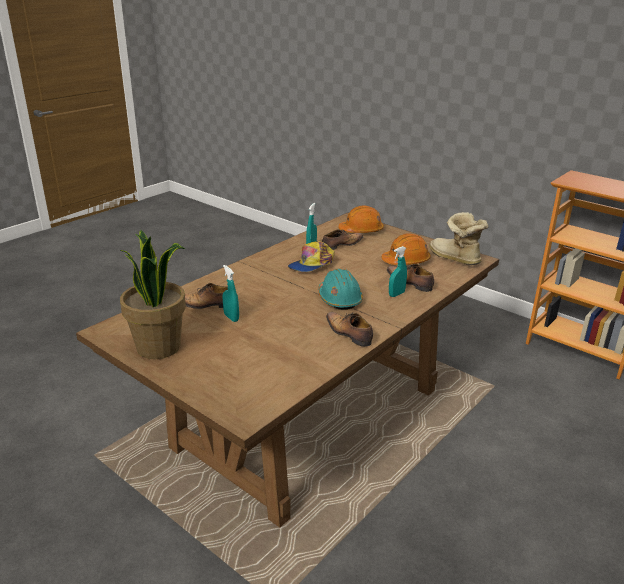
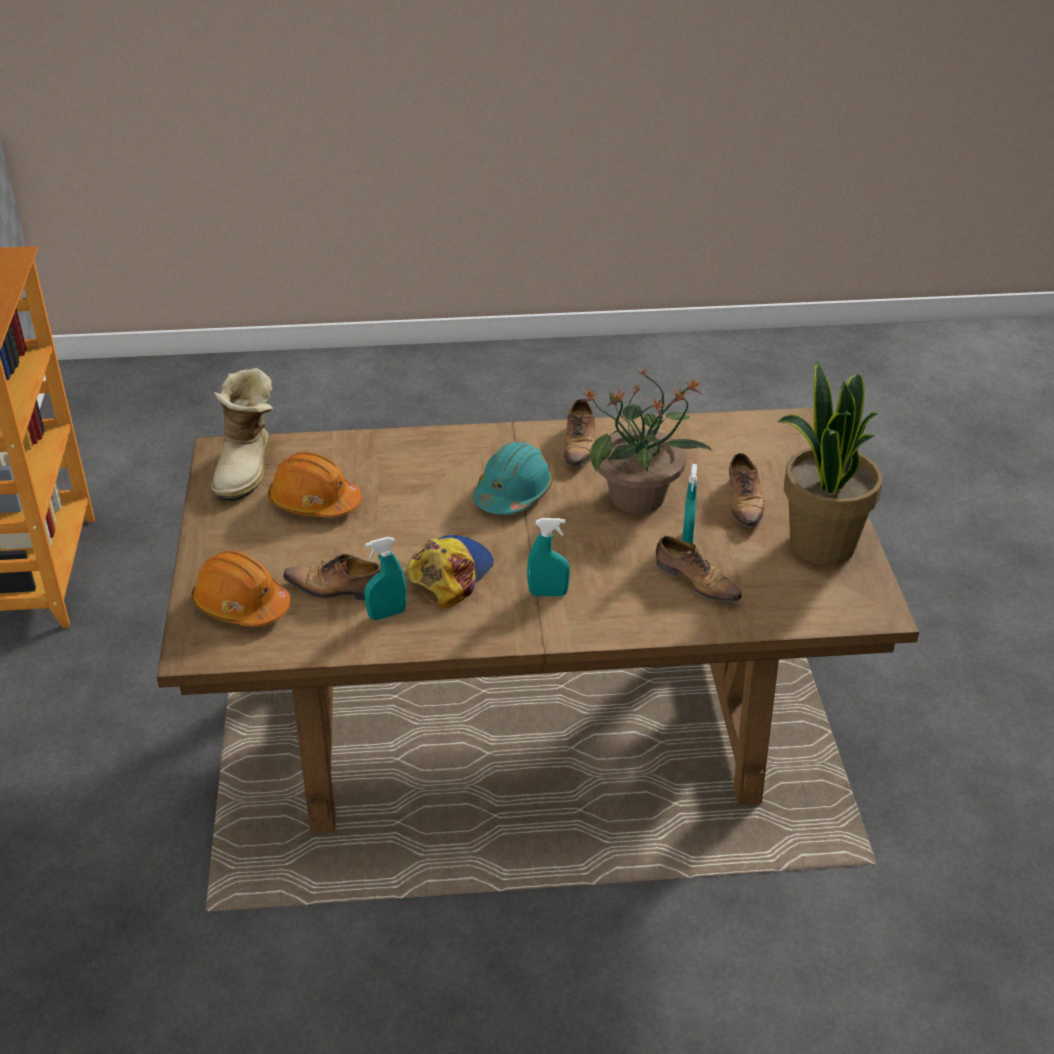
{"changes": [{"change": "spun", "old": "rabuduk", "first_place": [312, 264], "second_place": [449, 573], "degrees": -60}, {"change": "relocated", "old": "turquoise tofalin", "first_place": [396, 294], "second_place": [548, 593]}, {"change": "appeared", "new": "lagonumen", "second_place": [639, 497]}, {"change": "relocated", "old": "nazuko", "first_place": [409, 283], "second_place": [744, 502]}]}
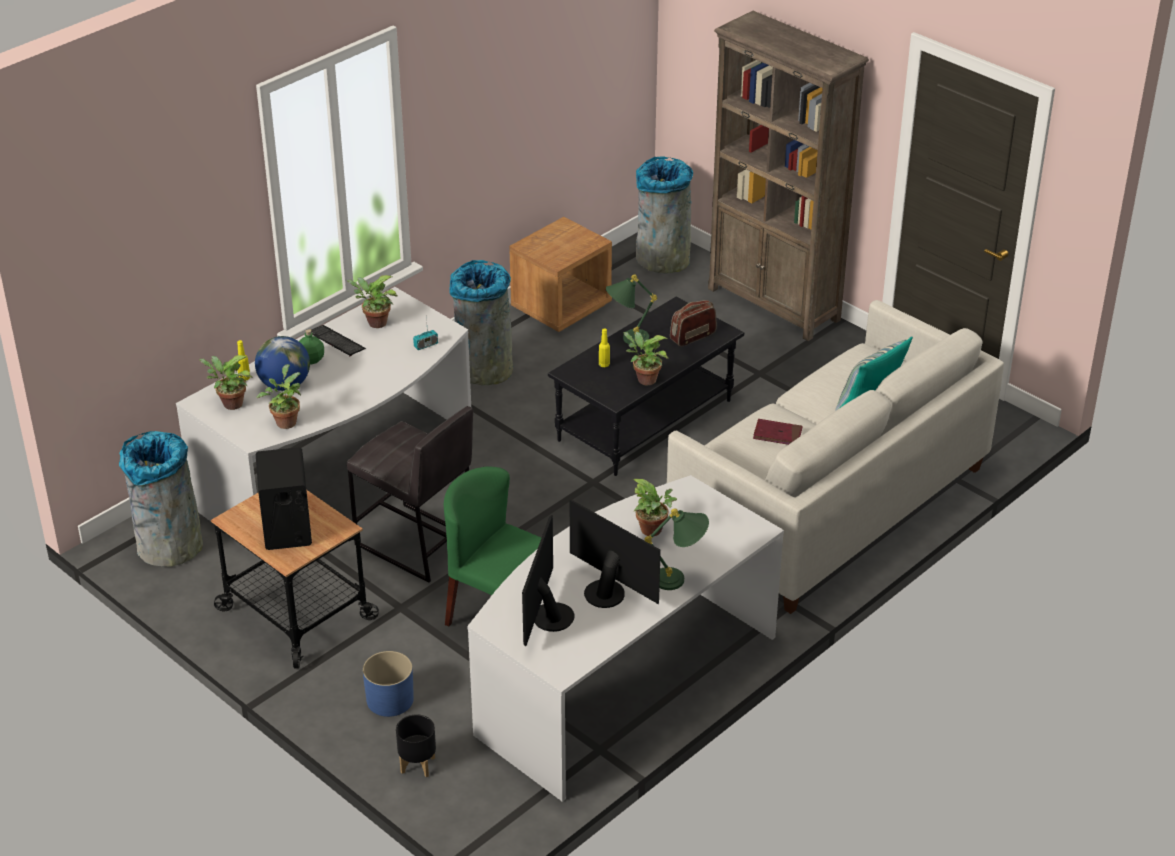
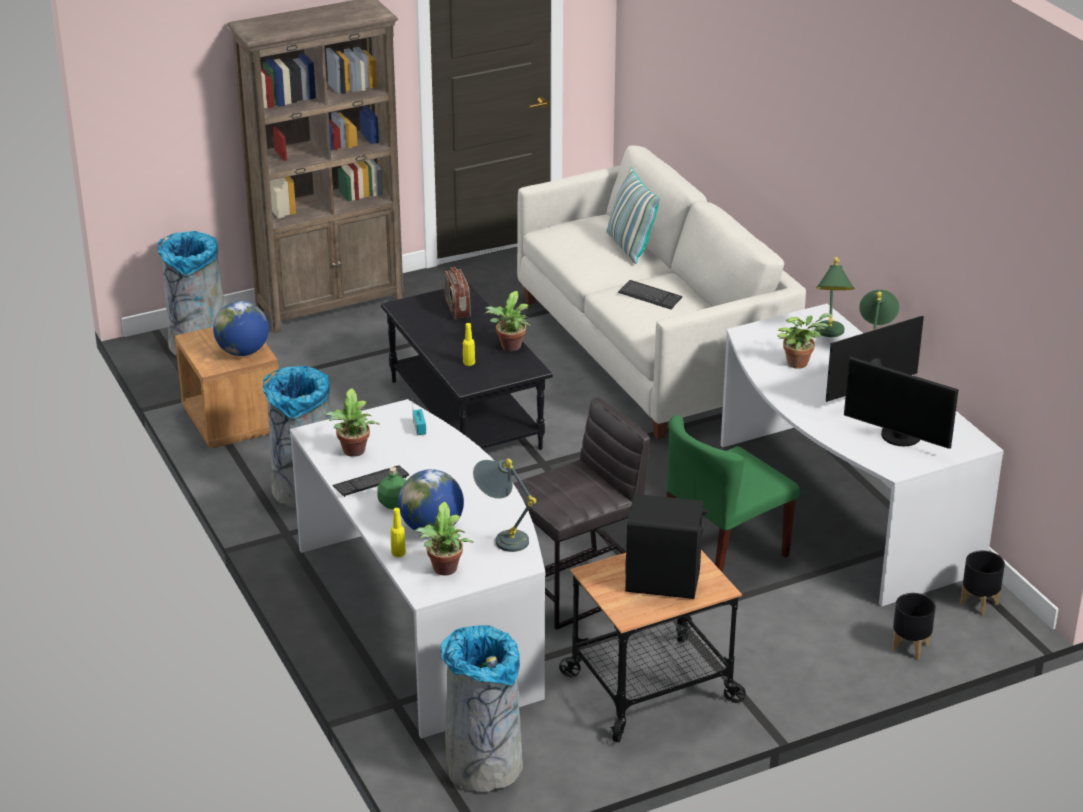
{"changes": [{"change": "appeared", "new": "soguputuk", "second_place": [243, 352]}, {"change": "exchanged", "old": "lagonumen", "new": "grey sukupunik", "first_place": [285, 421], "second_place": [501, 537]}, {"change": "exchanged", "old": "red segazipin", "new": "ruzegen", "first_place": [777, 434], "second_place": [650, 296]}, {"change": "relocated", "old": "green sukupunik", "first_place": [626, 339], "second_place": [830, 335]}, {"change": "appeared", "new": "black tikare", "second_place": [979, 603]}, {"change": "missing", "old": "blue tikare", "first_place": [389, 699]}]}
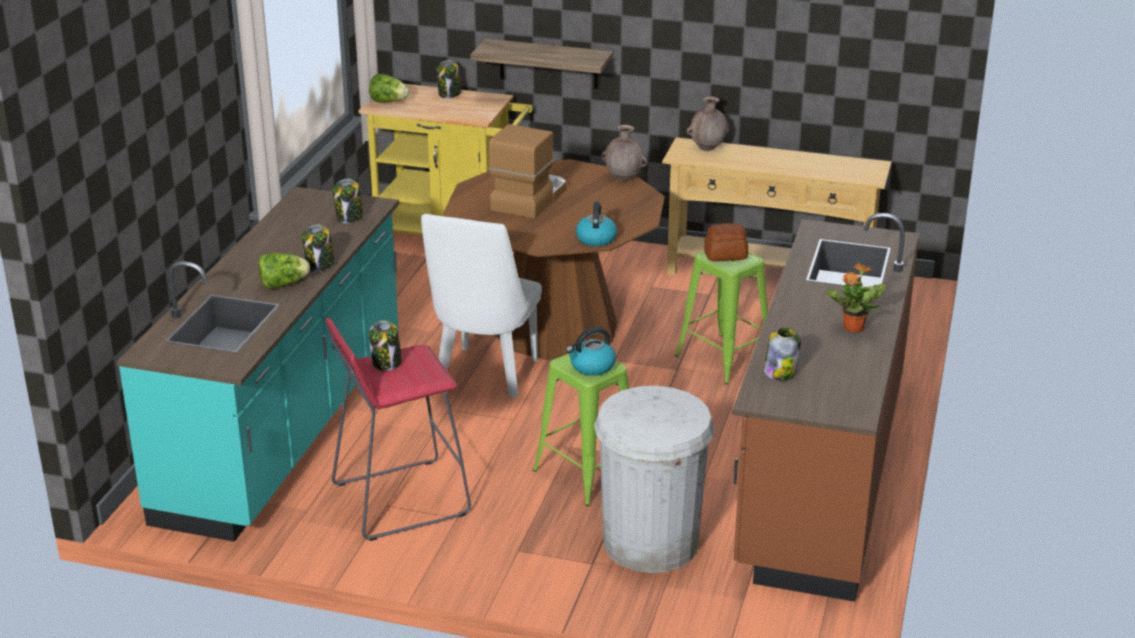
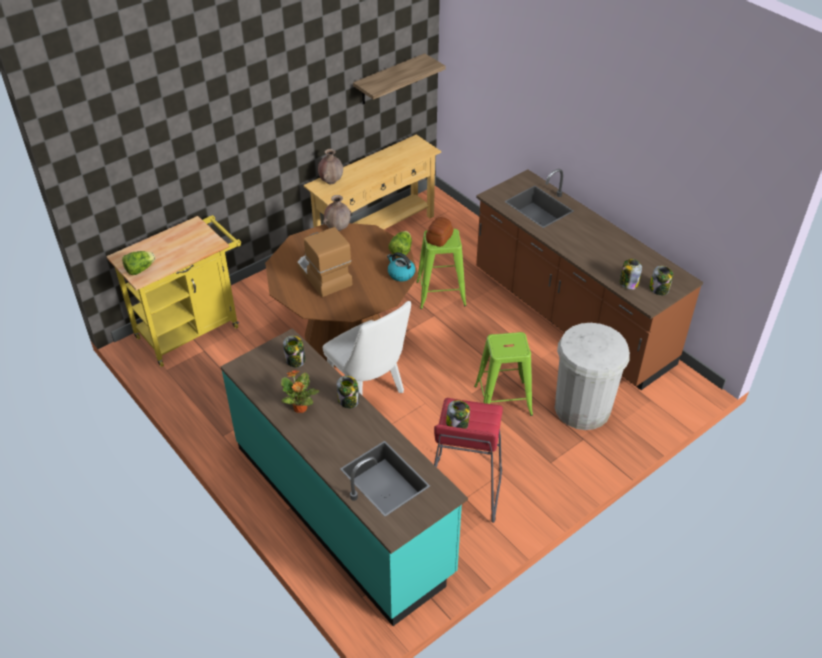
{"changes": [{"change": "relocated", "old": "lagonumen", "first_place": [852, 328], "second_place": [300, 408]}, {"change": "relocated", "old": "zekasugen", "first_place": [548, 64], "second_place": [389, 80]}, {"change": "relocated", "old": "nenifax", "first_place": [283, 284], "second_place": [401, 250]}, {"change": "relocated", "old": "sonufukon", "first_place": [449, 94], "second_place": [659, 289]}, {"change": "missing", "old": "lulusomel", "first_place": [592, 366]}]}
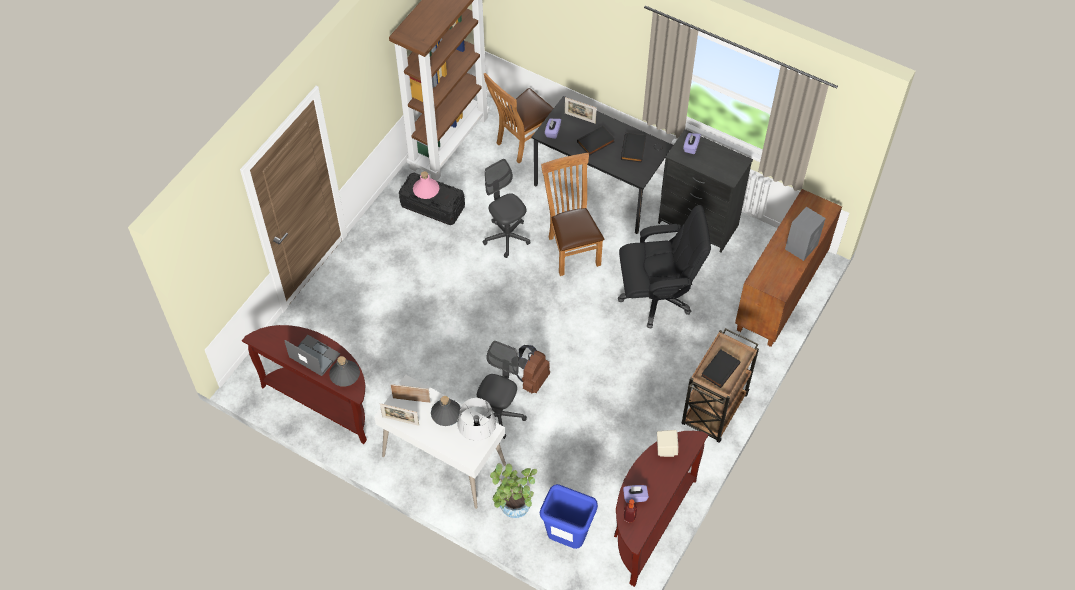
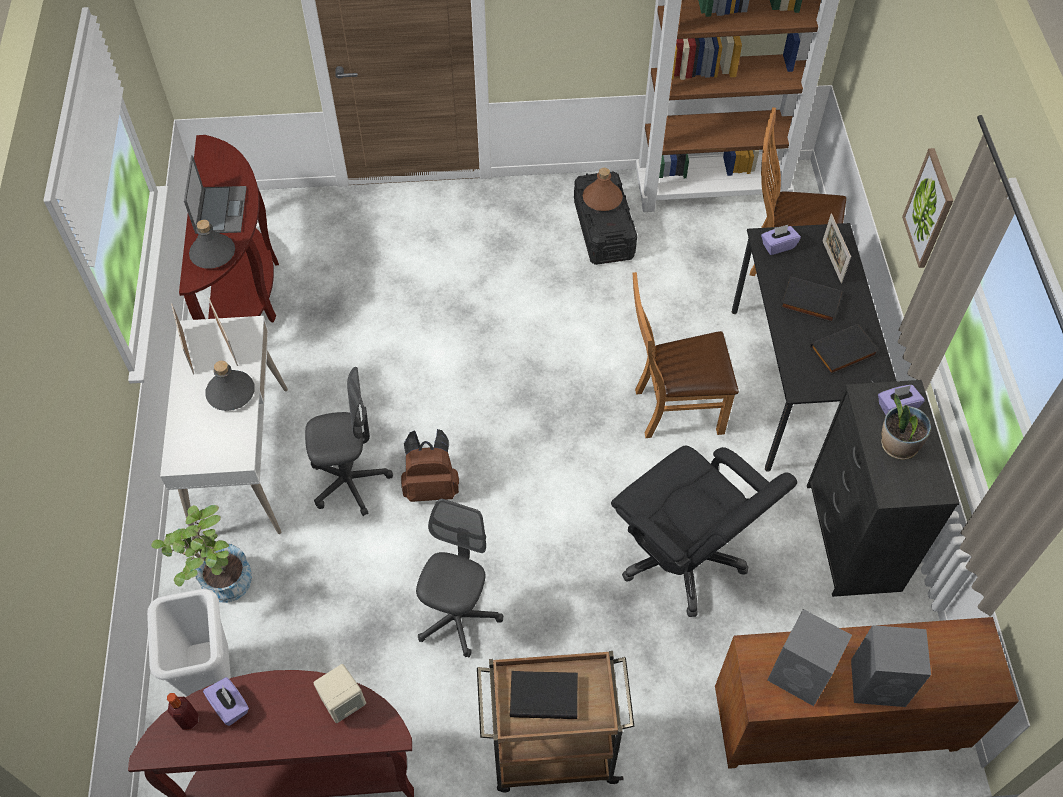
{"changes": [{"change": "colour", "old": "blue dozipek", "new": "white dozipek", "first_place": [566, 538], "second_place": [212, 676]}, {"change": "relocated", "old": "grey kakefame", "first_place": [506, 237], "second_place": [457, 617]}, {"change": "colour", "old": "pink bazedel", "new": "brown bazedel", "first_place": [426, 190], "second_place": [602, 199]}, {"change": "spun", "old": "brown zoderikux", "first_place": [572, 248], "second_place": [672, 409], "degrees": -135}, {"change": "appeared", "new": "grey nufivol", "second_place": [801, 675]}, {"change": "appeared", "new": "lagonumen", "second_place": [897, 445]}, {"change": "appeared", "new": "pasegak", "second_place": [929, 209]}, {"change": "missing", "old": "grey sukupunik", "first_place": [477, 435]}]}
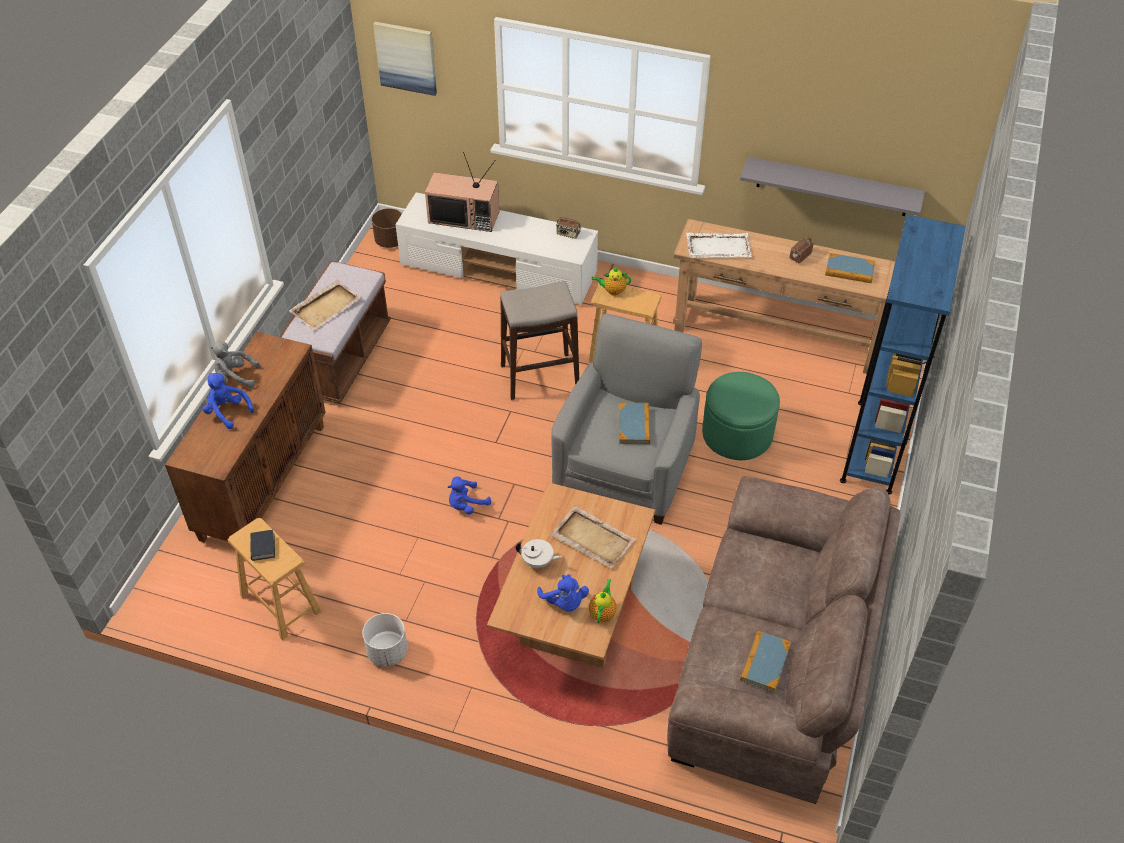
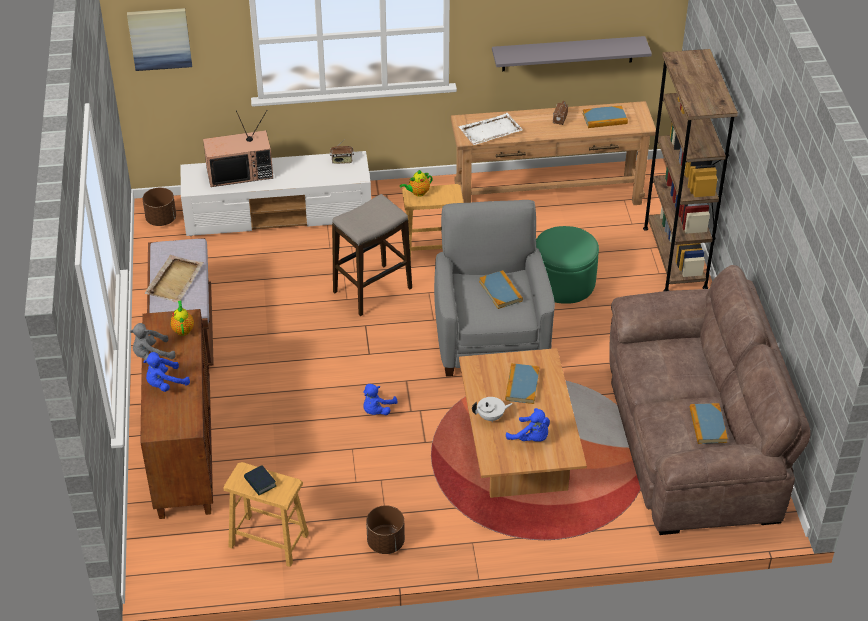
{"changes": [{"change": "spun", "old": "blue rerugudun", "first_place": [227, 411], "second_place": [165, 384], "degrees": -45}, {"change": "relocated", "old": "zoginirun", "first_place": [602, 612], "second_place": [183, 329]}, {"change": "colour", "old": "white tikare", "new": "brown tikare", "first_place": [387, 651], "second_place": [385, 542]}, {"change": "exchanged", "old": "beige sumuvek", "new": "segazipin", "first_place": [592, 538], "second_place": [522, 385]}, {"change": "colour", "old": "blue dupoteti", "new": "brown dupoteti", "first_place": [874, 446], "second_place": [674, 257]}]}
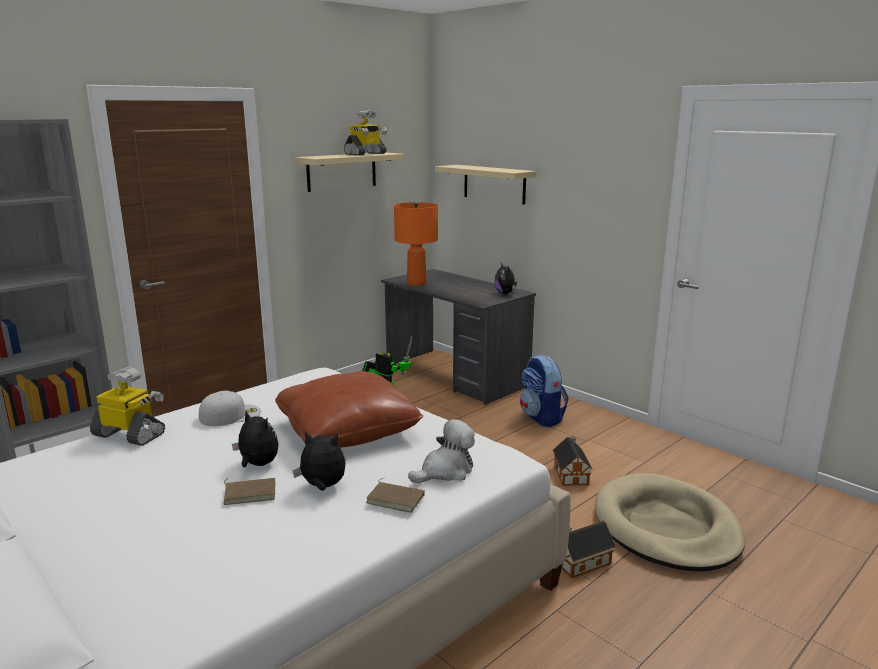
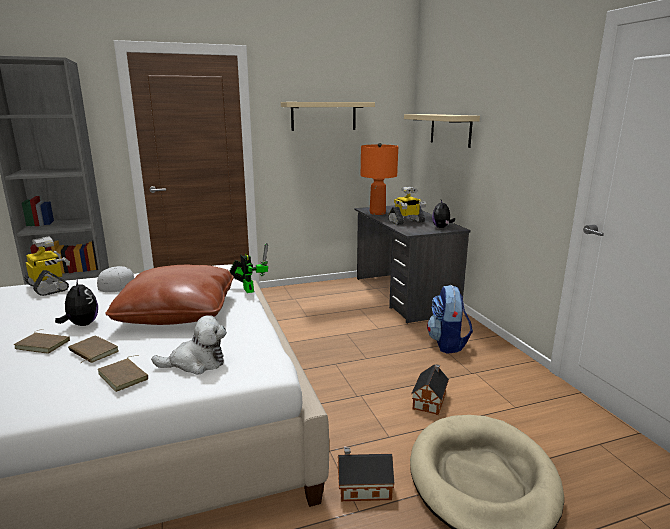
{"changes": [{"change": "exchanged", "old": "rerugudun", "new": "brown segazipin", "first_place": [322, 487], "second_place": [92, 352]}, {"change": "relocated", "old": "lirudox", "first_place": [365, 154], "second_place": [406, 222]}]}
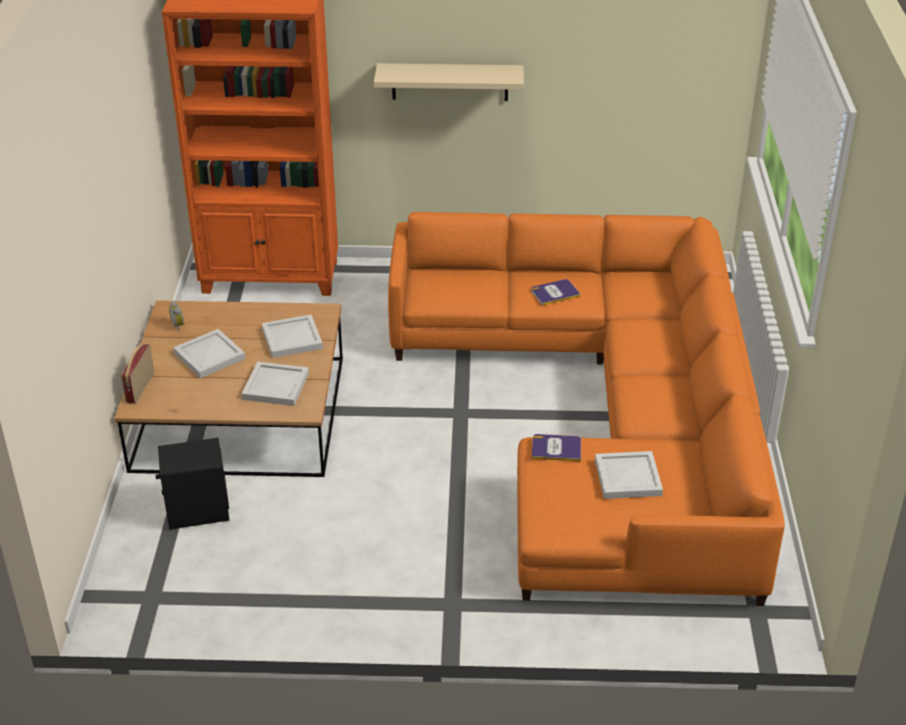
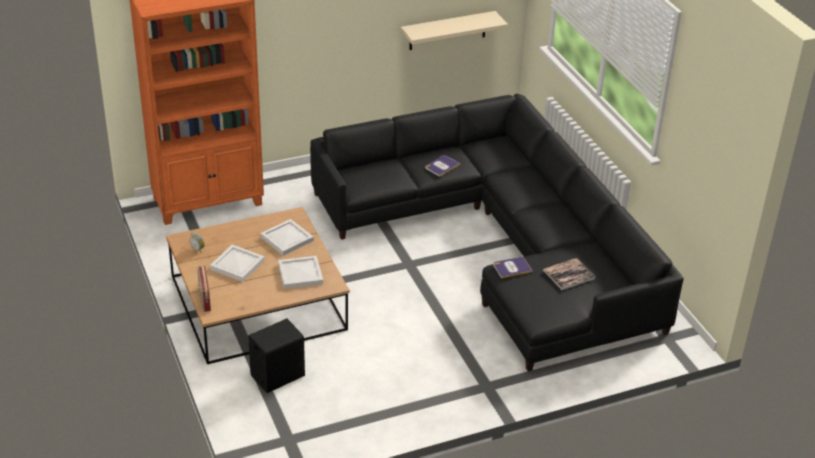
{"changes": [{"change": "colour", "old": "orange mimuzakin", "new": "black mimuzakin", "first_place": [605, 415], "second_place": [502, 242]}, {"change": "relocated", "old": "beige zekasugen", "first_place": [450, 82], "second_place": [447, 30]}, {"change": "exchanged", "old": "white sumuvek", "new": "segazipin", "first_place": [629, 478], "second_place": [568, 274]}]}
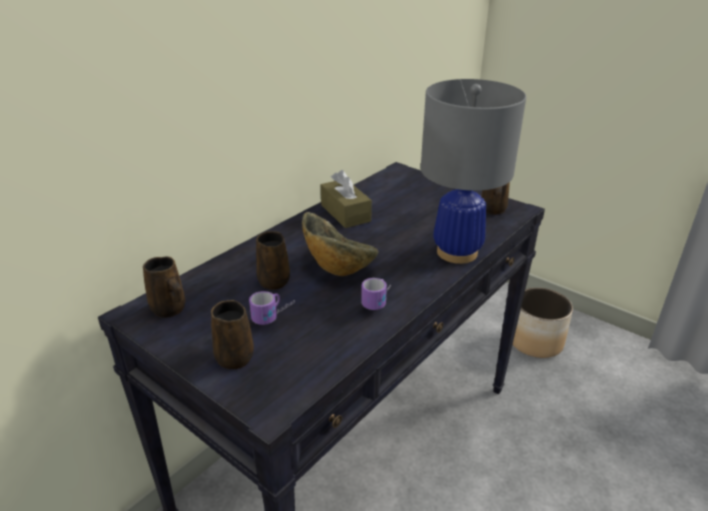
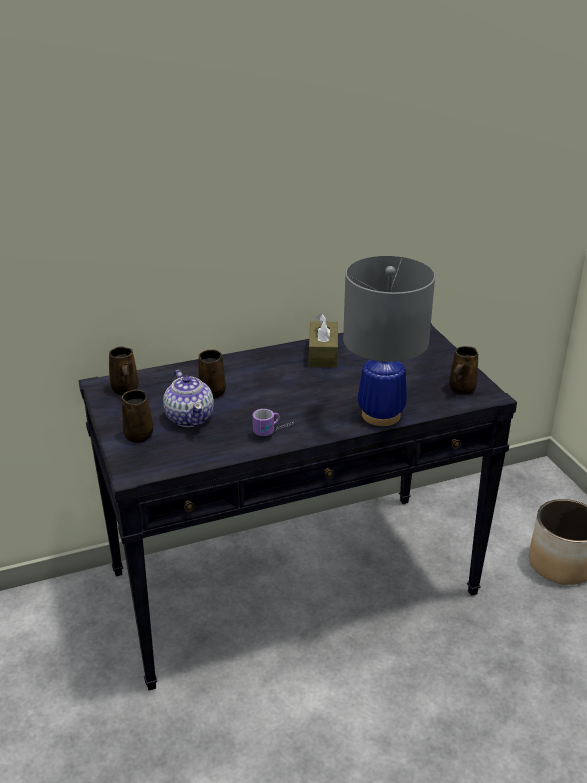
{"changes": [{"change": "exchanged", "old": "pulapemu", "new": "zoginirun", "first_place": [276, 316], "second_place": [190, 417]}, {"change": "missing", "old": "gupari", "first_place": [337, 267]}]}
